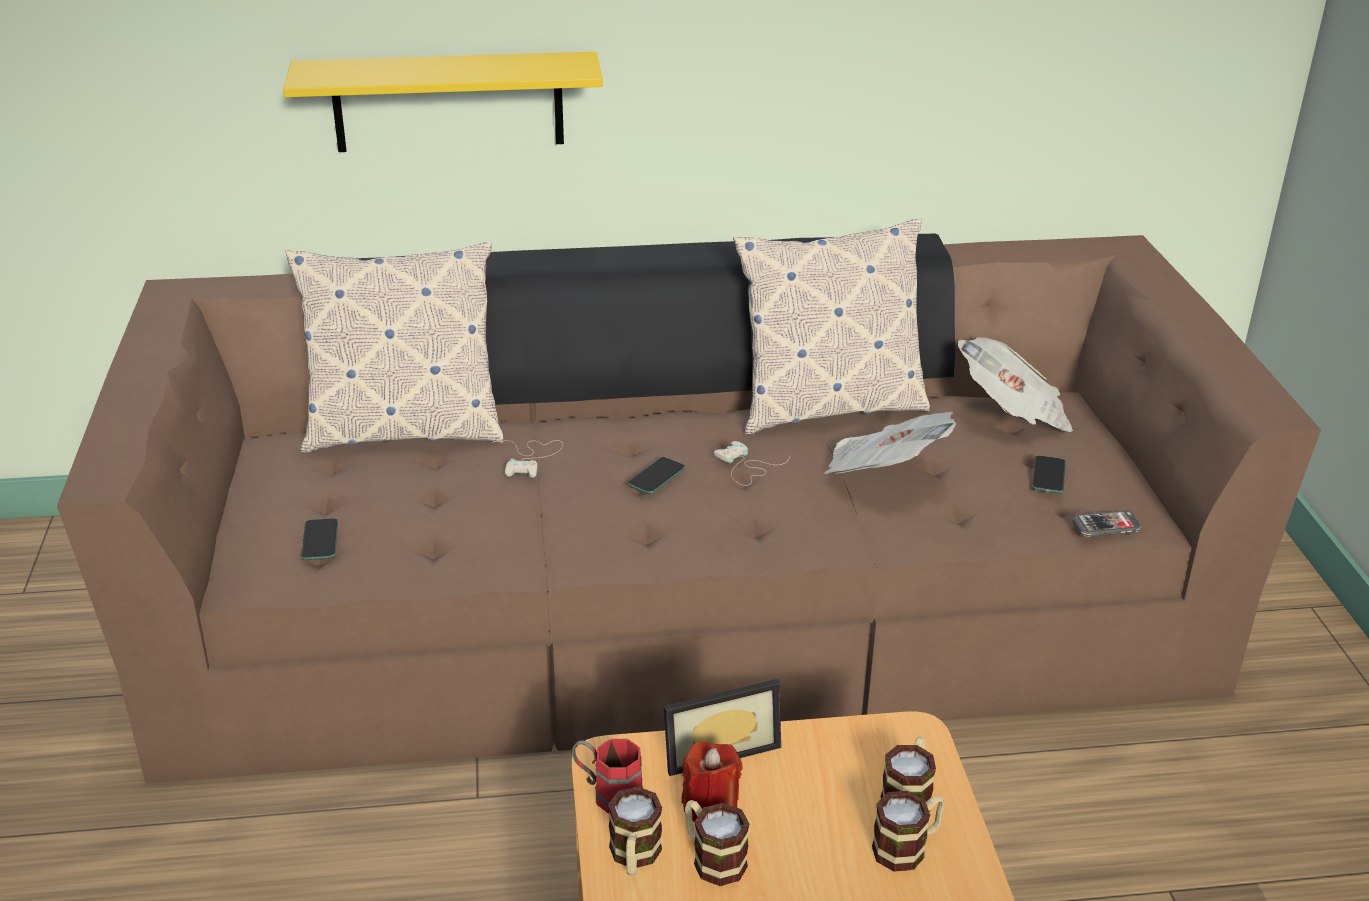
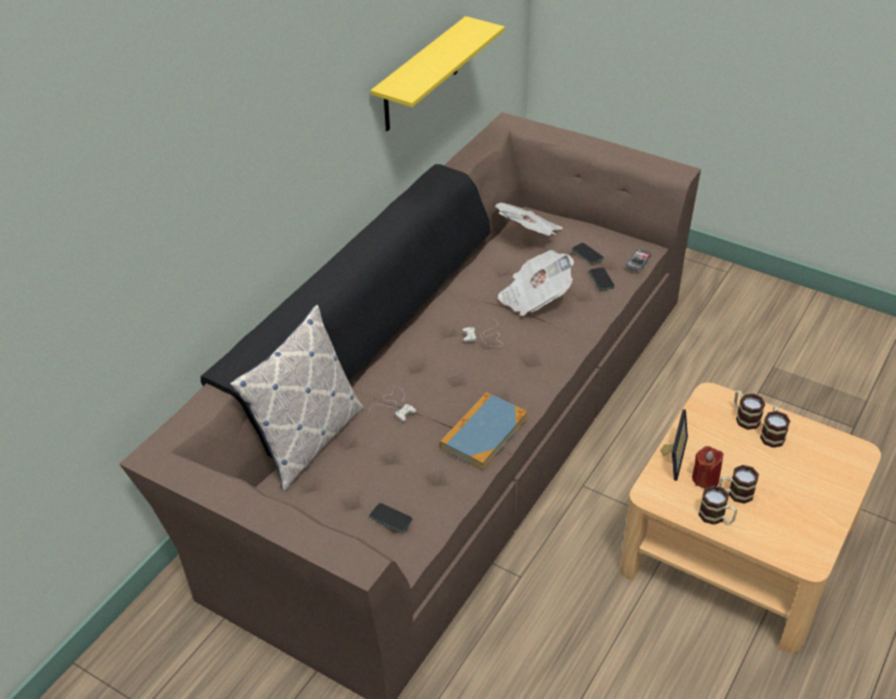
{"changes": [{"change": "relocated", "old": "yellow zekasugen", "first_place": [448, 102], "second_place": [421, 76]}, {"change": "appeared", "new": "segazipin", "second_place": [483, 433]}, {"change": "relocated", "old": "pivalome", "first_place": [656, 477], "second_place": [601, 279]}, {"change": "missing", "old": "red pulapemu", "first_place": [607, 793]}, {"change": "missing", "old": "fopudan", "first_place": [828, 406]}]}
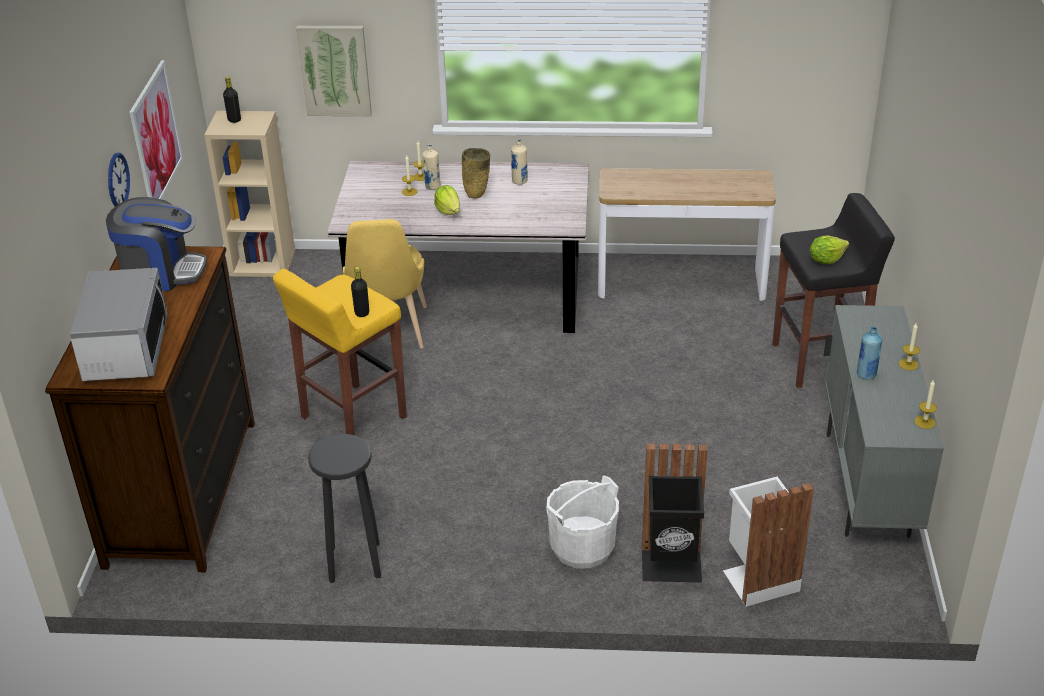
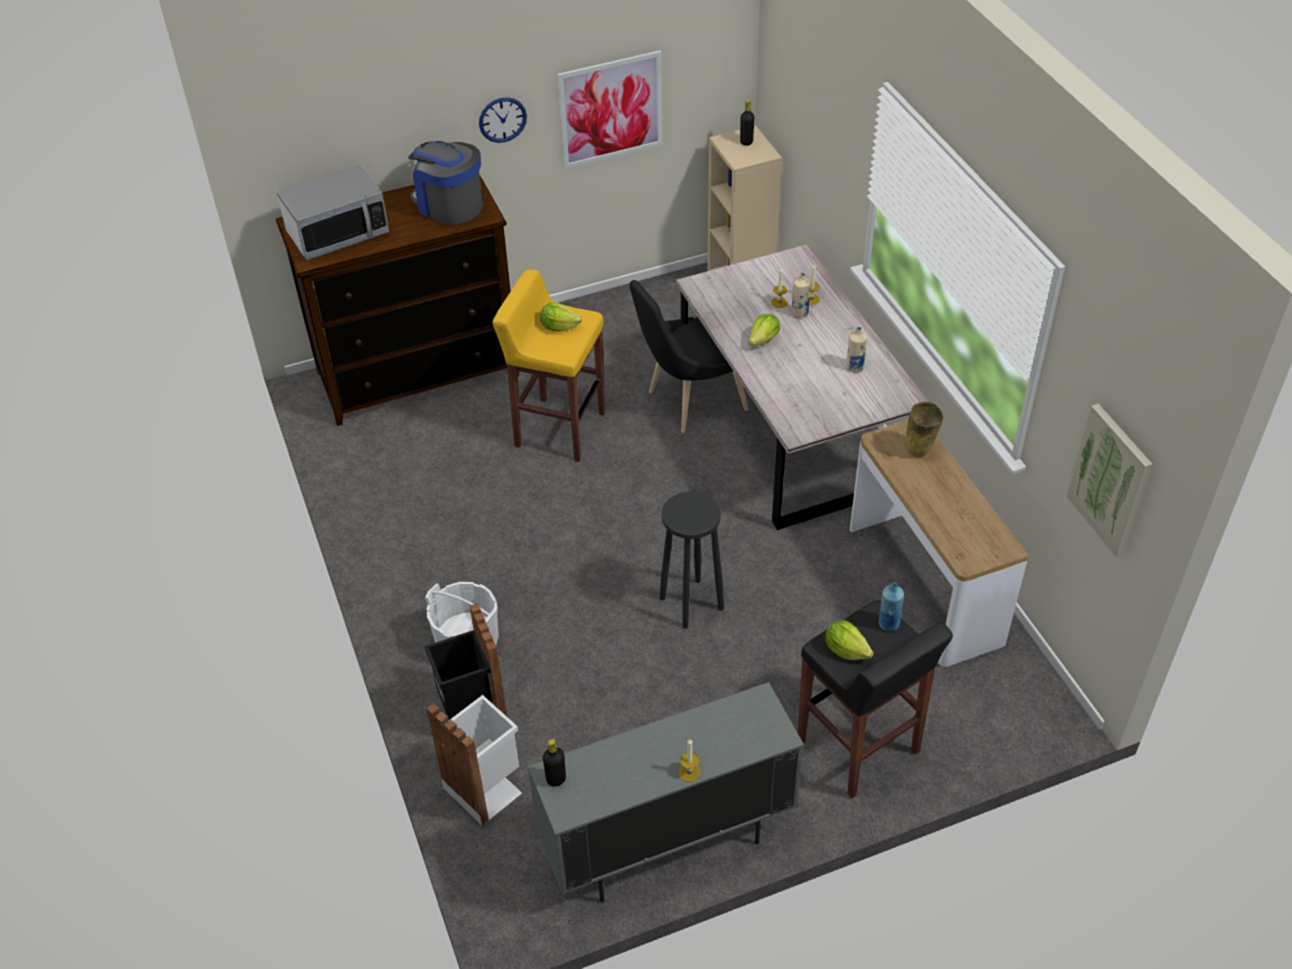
{"changes": [{"change": "spun", "old": "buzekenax", "first_place": [161, 272], "second_place": [449, 205], "degrees": 150}, {"change": "appeared", "new": "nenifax", "second_place": [559, 326]}, {"change": "relocated", "old": "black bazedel", "first_place": [362, 313], "second_place": [556, 779]}, {"change": "colour", "old": "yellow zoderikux", "new": "black zoderikux", "first_place": [388, 333], "second_place": [690, 402]}, {"change": "relocated", "old": "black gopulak", "first_place": [354, 562], "second_place": [690, 603]}, {"change": "relocated", "old": "blue bazedel", "first_place": [866, 374], "second_place": [888, 624]}, {"change": "relocated", "old": "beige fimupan", "first_place": [477, 195], "second_place": [919, 452]}, {"change": "relocated", "old": "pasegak", "first_place": [335, 70], "second_place": [1110, 479]}, {"change": "missing", "old": "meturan", "first_place": [924, 422]}]}
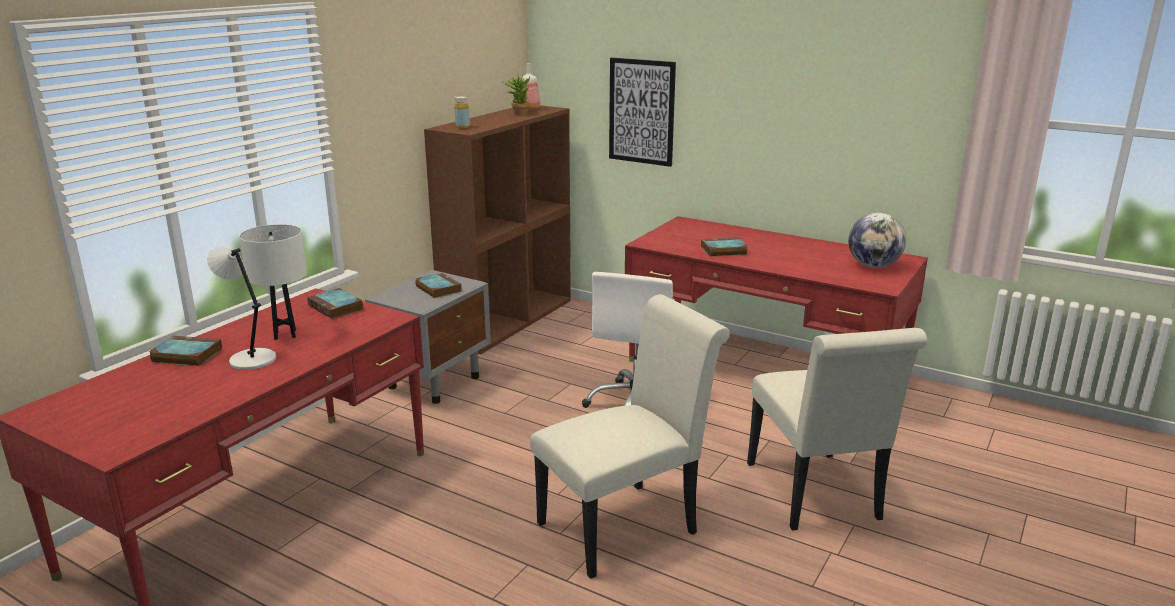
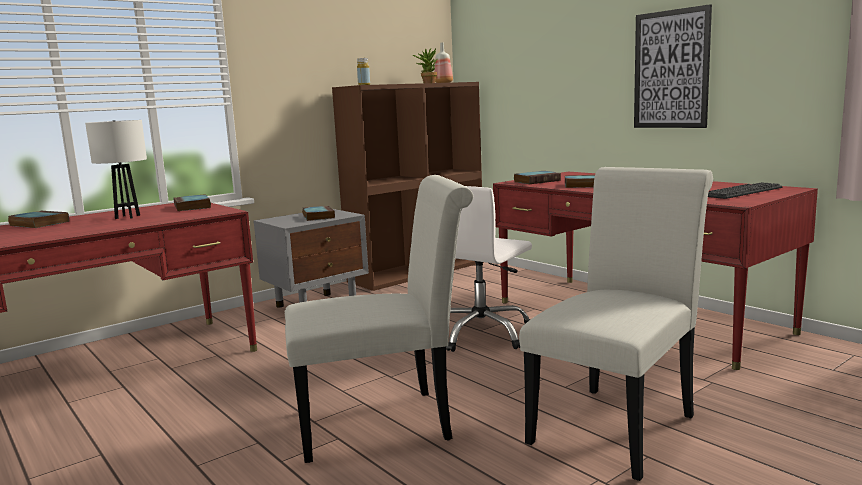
{"changes": [{"change": "appeared", "new": "segazipin", "second_place": [537, 181]}, {"change": "spun", "old": "white zoderikux", "first_place": [816, 496], "second_place": [618, 424], "degrees": -150}, {"change": "relocated", "old": "pasegak", "first_place": [641, 111], "second_place": [671, 69]}, {"change": "exchanged", "old": "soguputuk", "new": "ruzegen", "first_place": [873, 266], "second_place": [742, 192]}, {"change": "missing", "old": "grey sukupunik", "first_place": [250, 359]}]}
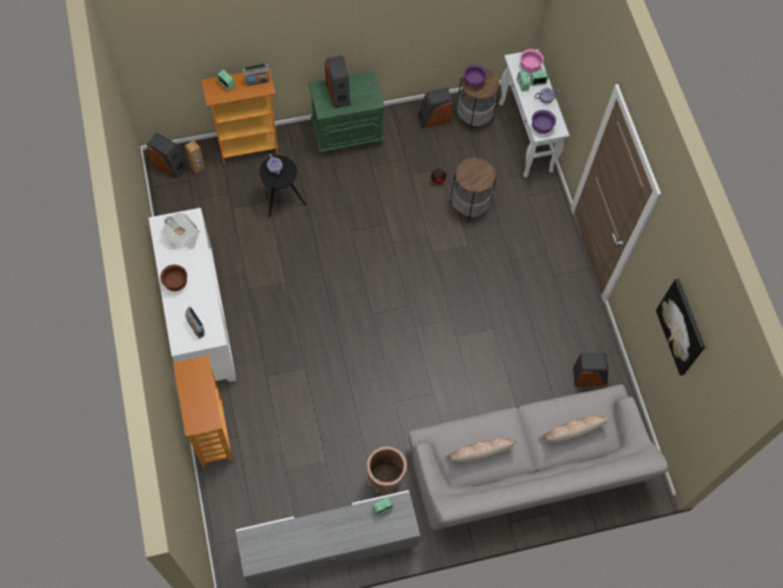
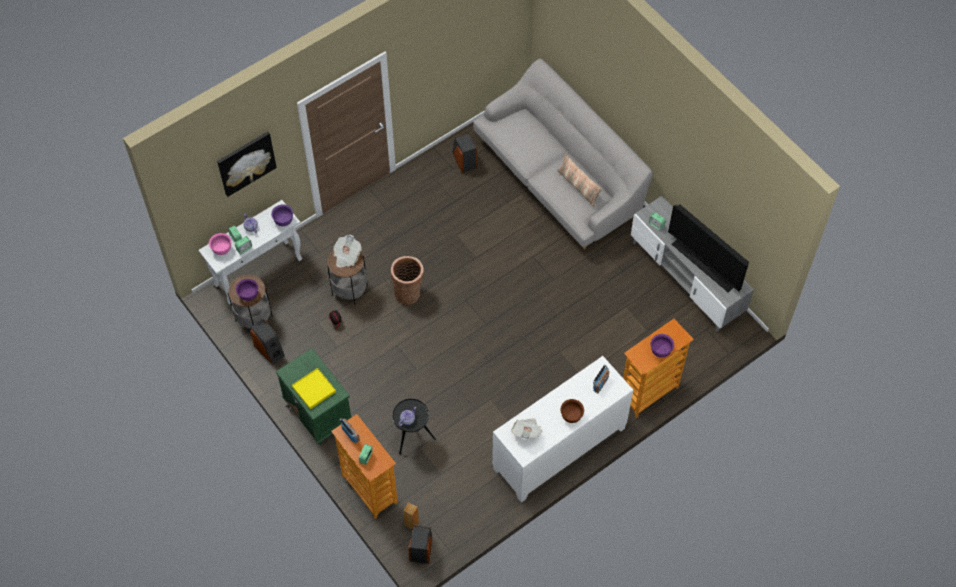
{"changes": [{"change": "relocated", "old": "pasegak", "first_place": [682, 327], "second_place": [246, 163]}, {"change": "exchanged", "old": "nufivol", "new": "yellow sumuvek", "first_place": [338, 93], "second_place": [314, 389]}, {"change": "appeared", "new": "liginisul", "second_place": [346, 256]}, {"change": "relocated", "old": "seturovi", "first_place": [385, 480], "second_place": [408, 292]}, {"change": "appeared", "new": "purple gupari", "second_place": [660, 351]}, {"change": "appeared", "new": "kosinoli", "second_place": [704, 264]}, {"change": "missing", "old": "fopudan", "first_place": [572, 433]}]}
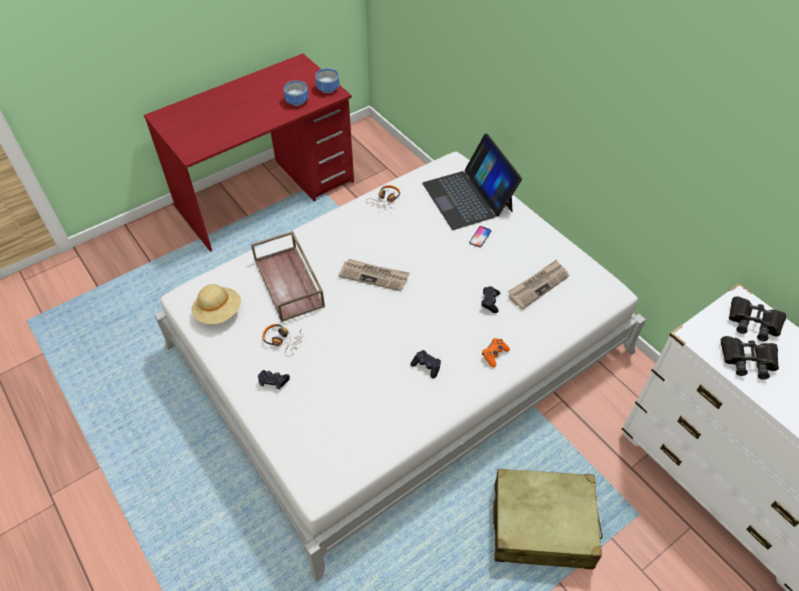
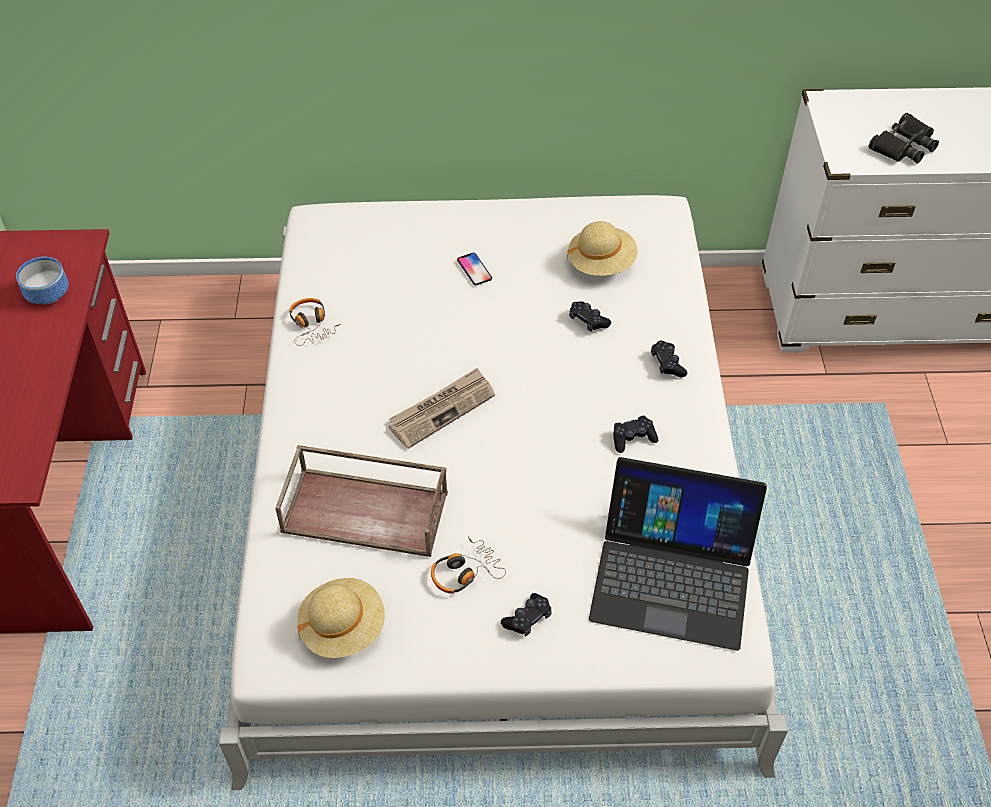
{"changes": [{"change": "exchanged", "old": "liginisul", "new": "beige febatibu", "first_place": [538, 285], "second_place": [601, 263]}, {"change": "relocated", "old": "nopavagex", "first_place": [468, 197], "second_place": [672, 575]}, {"change": "colour", "old": "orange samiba", "new": "black samiba", "first_place": [494, 354], "second_place": [667, 364]}, {"change": "missing", "old": "gupari", "first_place": [327, 89]}, {"change": "missing", "old": "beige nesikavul", "first_place": [542, 526]}, {"change": "missing", "old": "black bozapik", "first_place": [753, 322]}]}
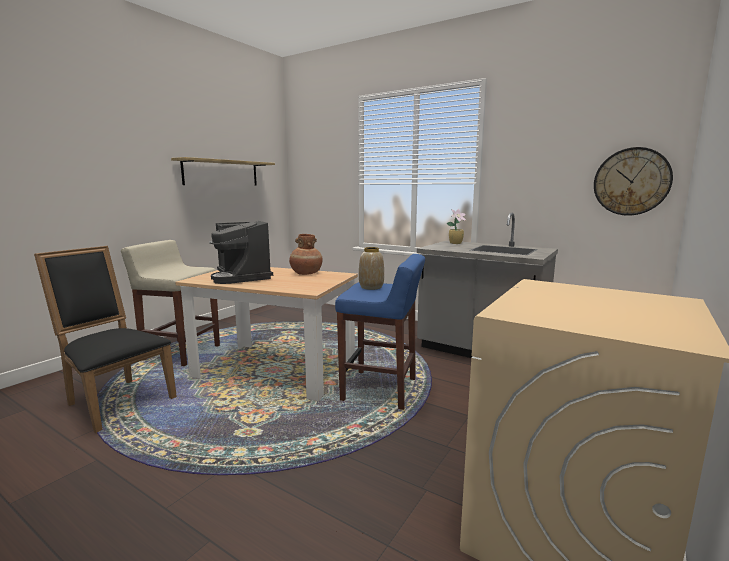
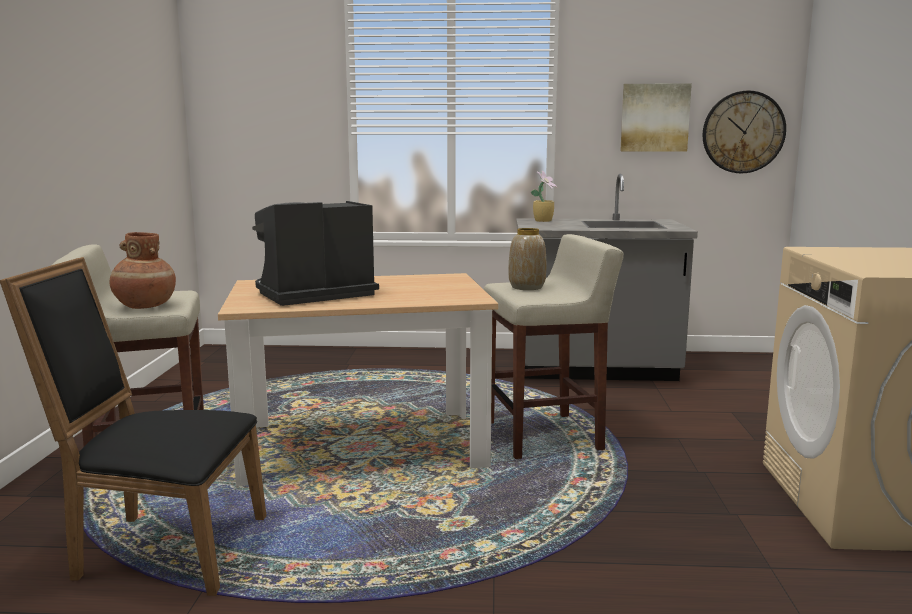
{"changes": [{"change": "relocated", "old": "brown fimupan", "first_place": [306, 273], "second_place": [144, 306]}, {"change": "spun", "old": "buzekenax", "first_place": [242, 277], "second_place": [312, 295], "degrees": 120}, {"change": "colour", "old": "blue gopulak", "new": "beige gopulak", "first_place": [381, 390], "second_place": [545, 436]}, {"change": "appeared", "new": "pasegak", "second_place": [654, 117]}, {"change": "missing", "old": "zekasugen", "first_place": [221, 173]}]}
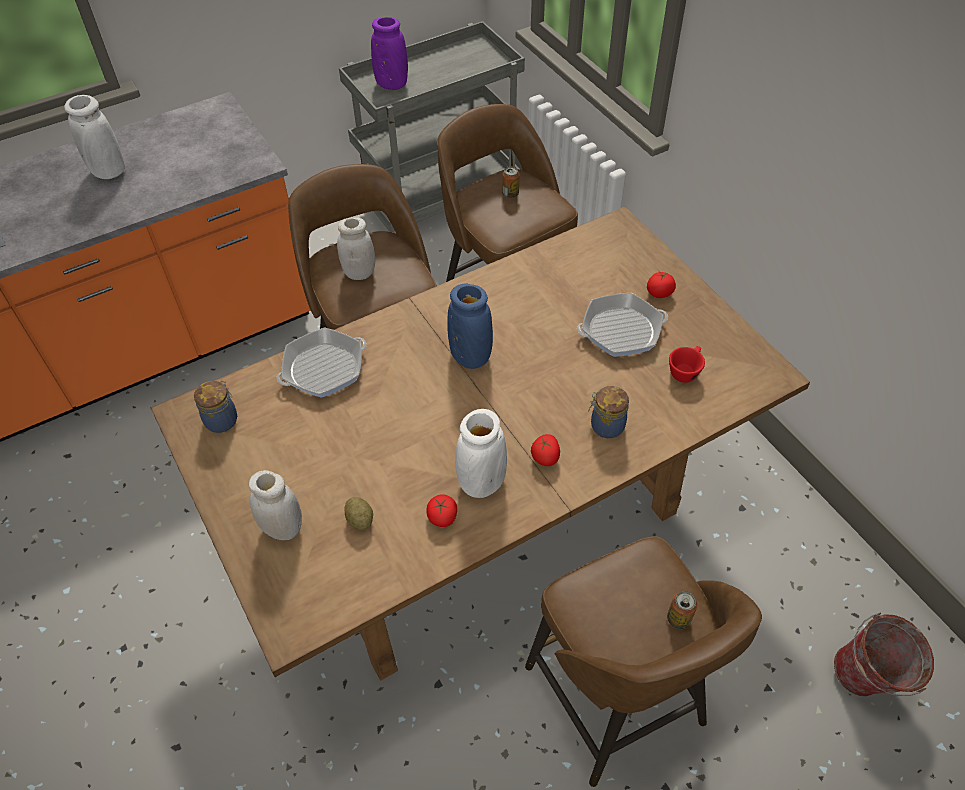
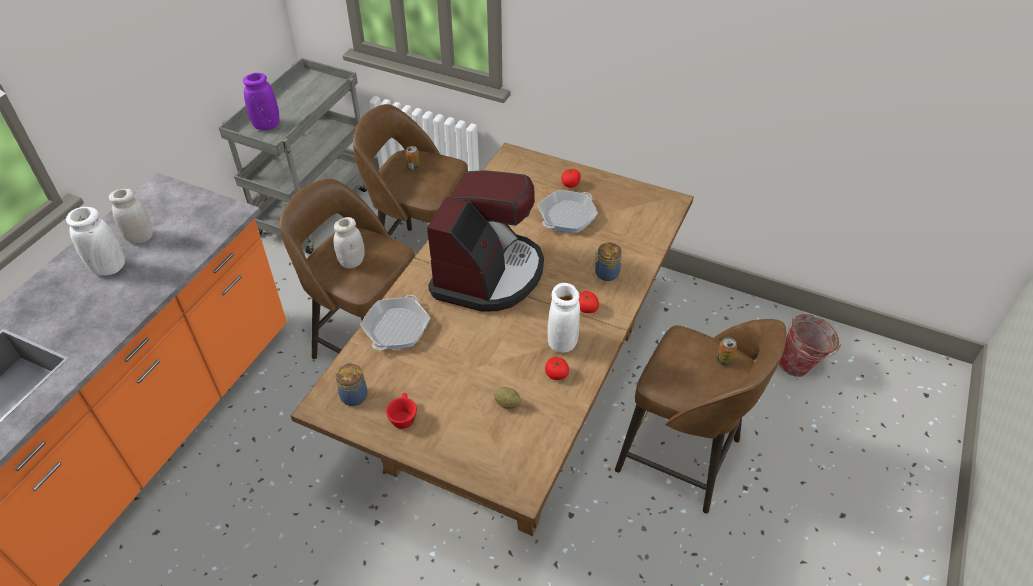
{"changes": [{"change": "relocated", "old": "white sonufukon", "first_place": [282, 528], "second_place": [140, 237]}, {"change": "relocated", "old": "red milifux", "first_place": [685, 370], "second_place": [403, 417]}, {"change": "exchanged", "old": "blue fimupan", "new": "buzekenax", "first_place": [470, 356], "second_place": [488, 274]}]}
